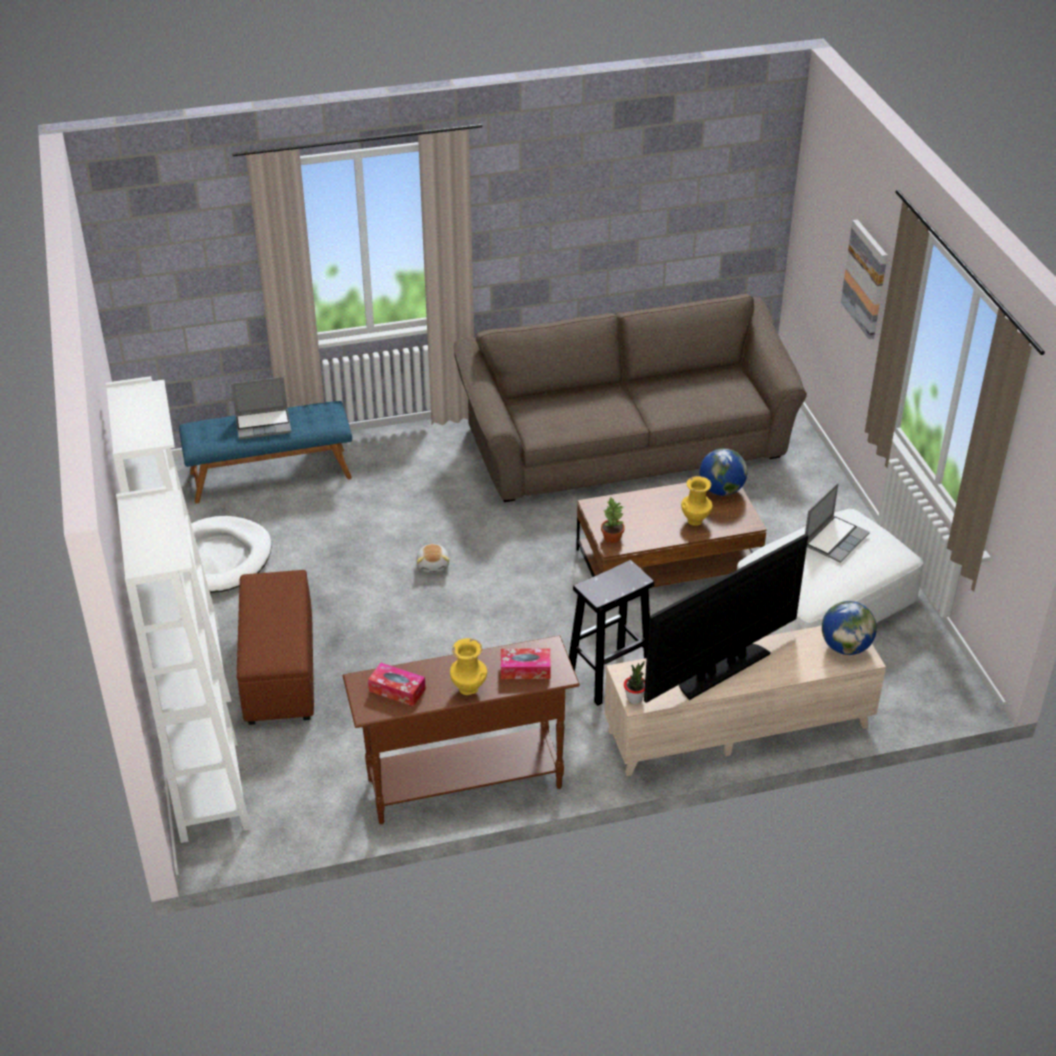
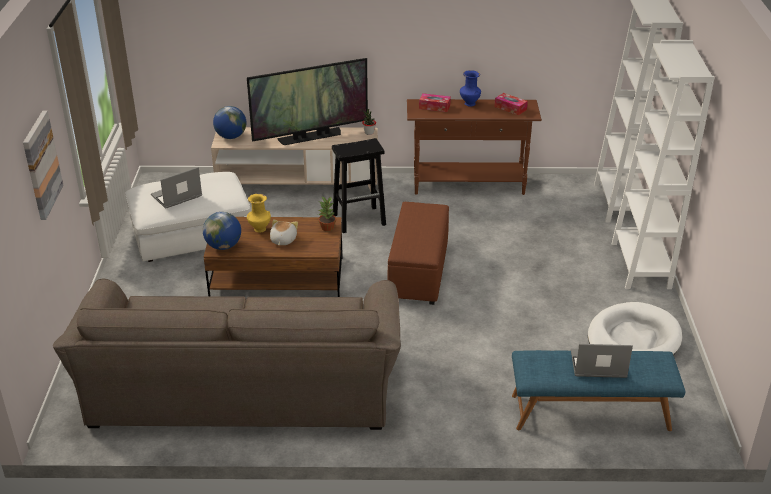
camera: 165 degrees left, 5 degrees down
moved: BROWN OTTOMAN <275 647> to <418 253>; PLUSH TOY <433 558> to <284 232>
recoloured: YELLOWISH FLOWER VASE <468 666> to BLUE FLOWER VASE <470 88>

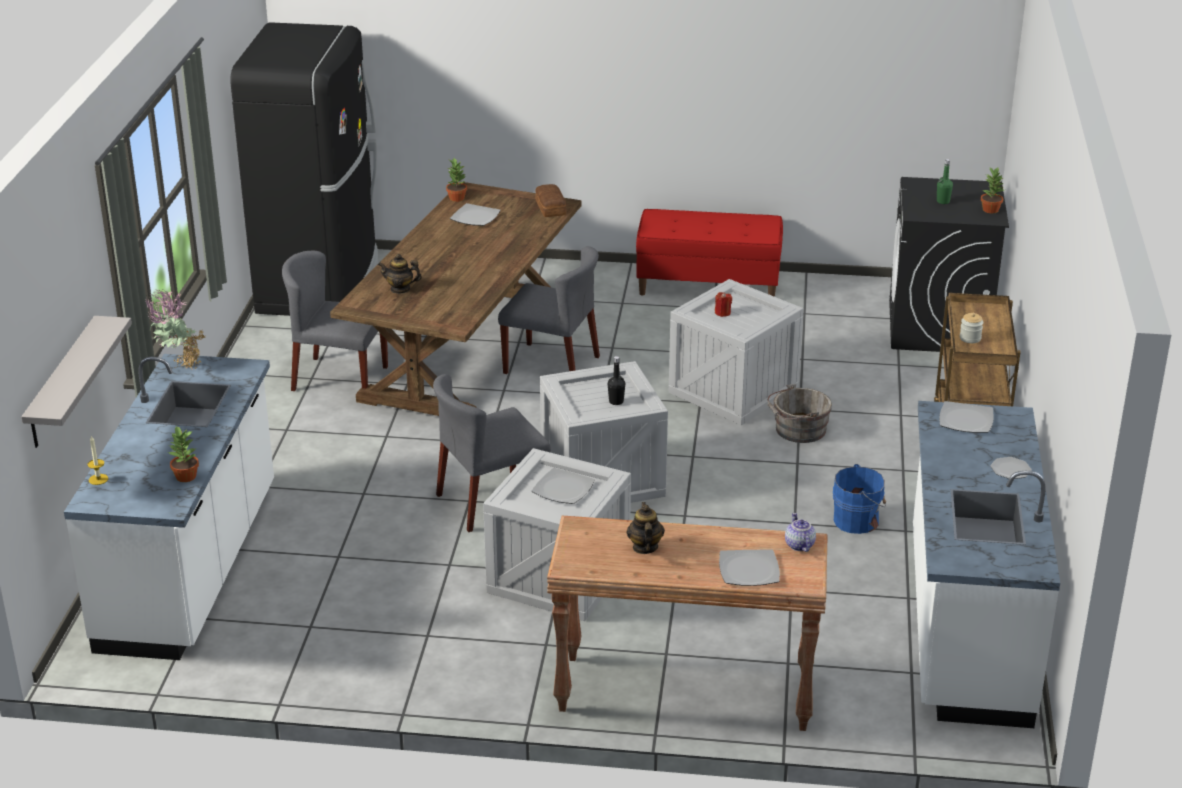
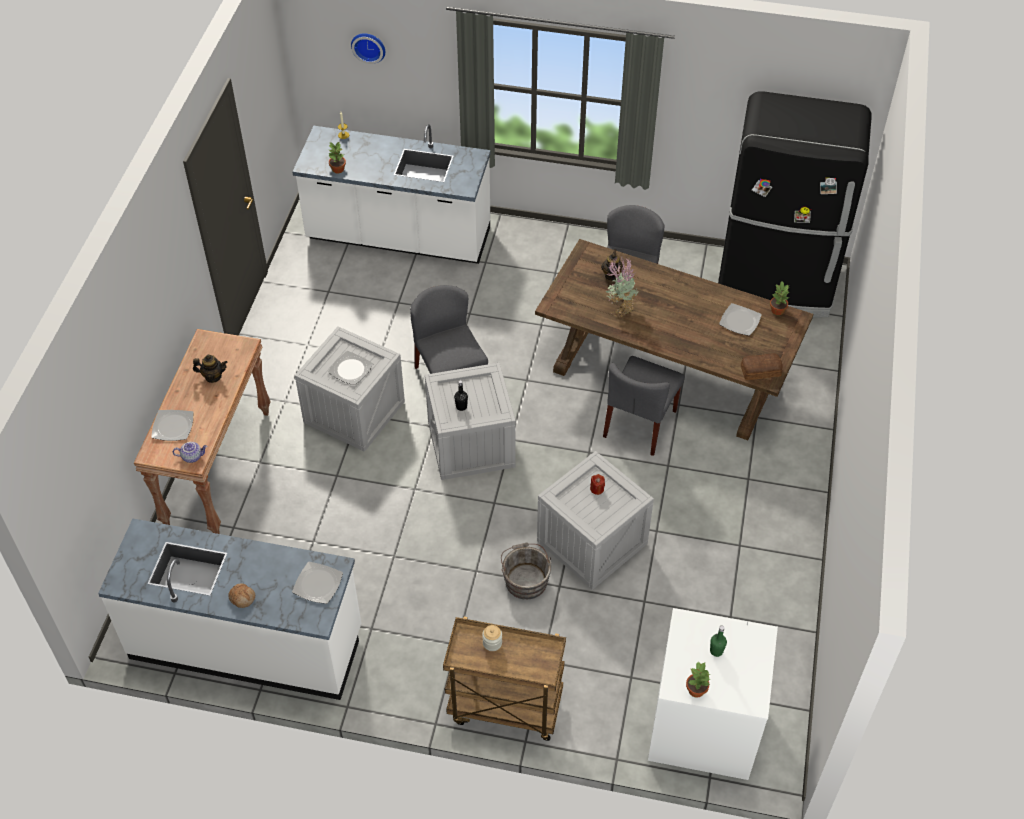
camera: 95 degrees right, 20 degrees up
removed: GRAY WALL SHELF <76 382>; RED-COLOURED LONG SEAT <709 253>; BLUE PAIL <859 499>
added: WALL CLOCK <368 48>
moved: PLANT IN A POT <175 329> to <622 287>
replaced: FLAT DISH <1011 468> to BAKERY BREAD <241 595>
recoloured: BLACK LAUNDRY MACHINE <949 264> to WHITISH LAUNDRY MACHINE <713 694>

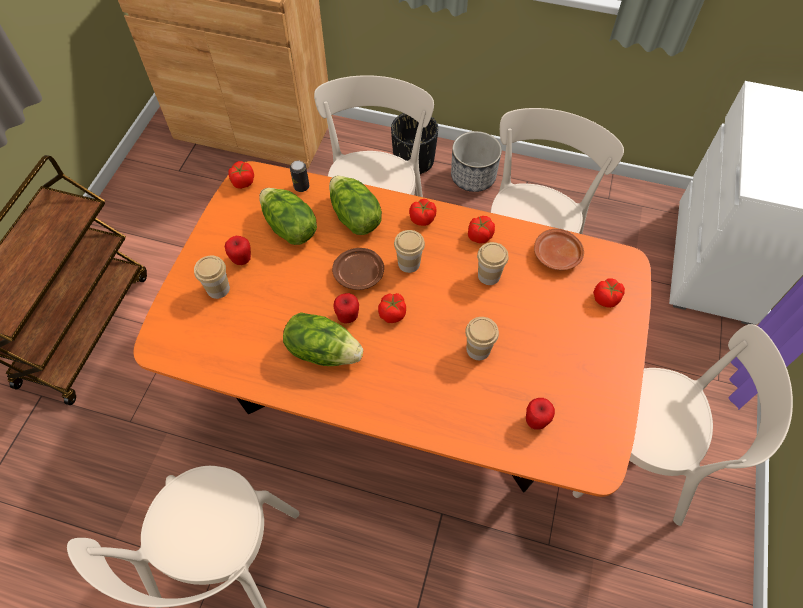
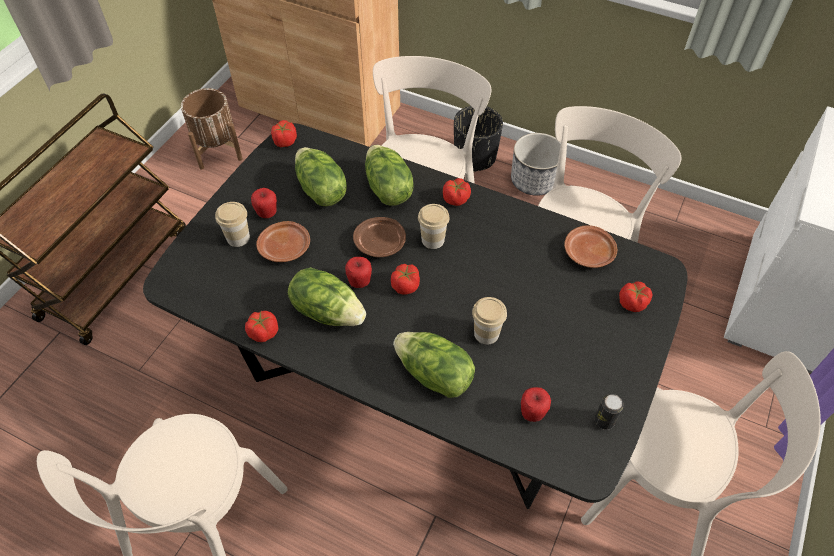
camera: 10 degrees right, 5 degrees down
removed: DRINKING CUP <493 263>
added: BROWN FLOWER POT <212 129>; BROWN FLAT DISH <283 241>; HEAD OF LETTUCE <434 365>
moved: SEALED CAN <299 176> to <609 412>; WHOLE TOMATO <481 229> to <261 326>
recoloured: ORANGEY DINNER TABLE <392 329> to BLACK DINNER TABLE <415 316>

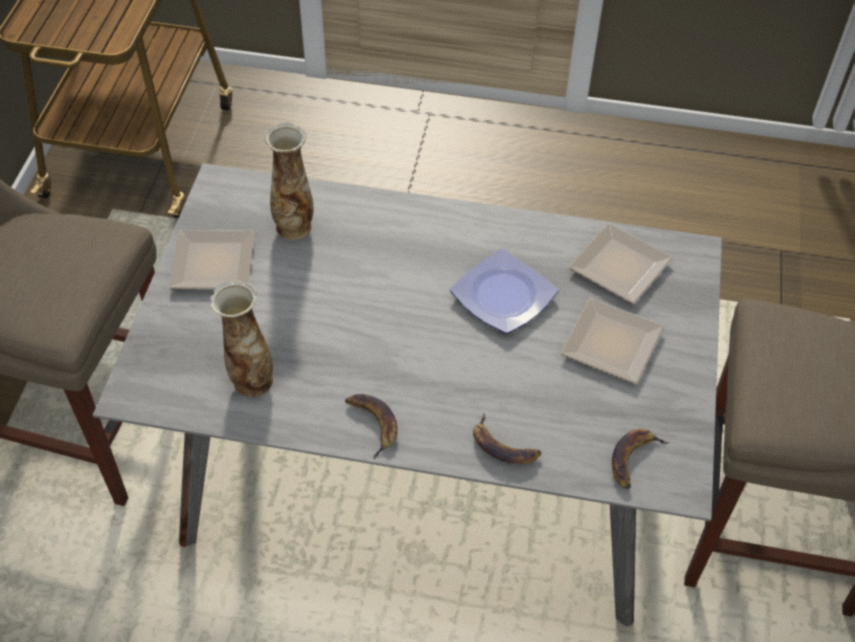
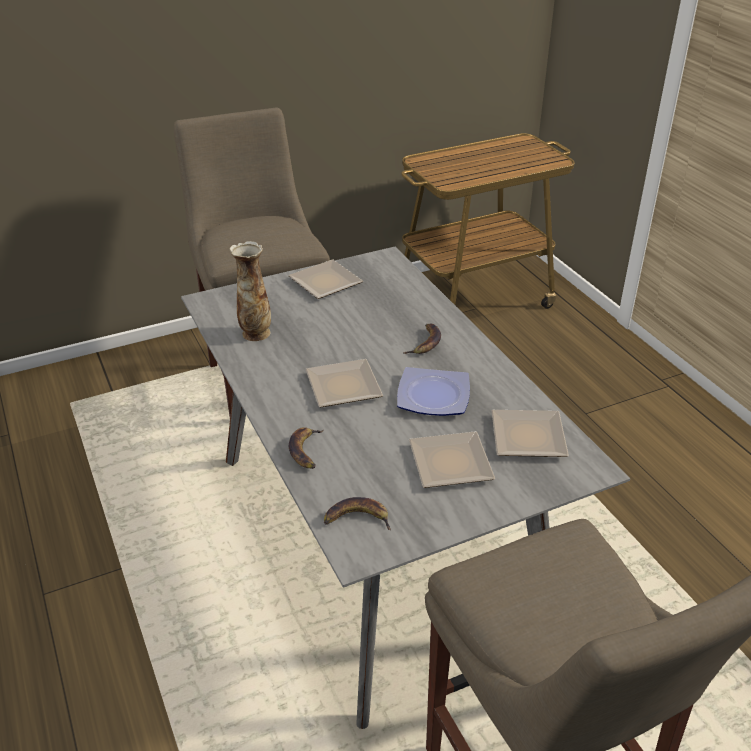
camera: 55 degrees right, 15 degrees down
removed: FLOWER VASE <288 181>
added: FLAT DISH <344 383>
moved: BANANA FRUIT <371 426> to <422 338>

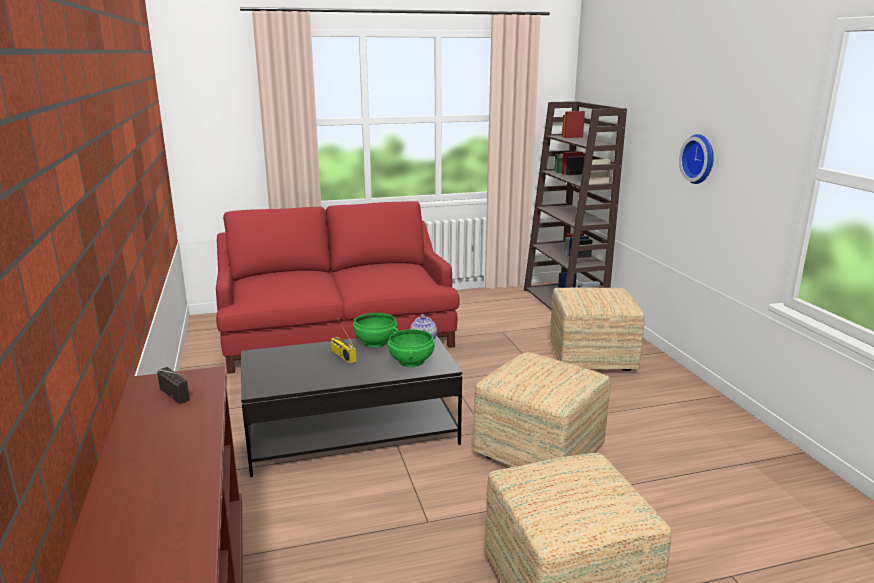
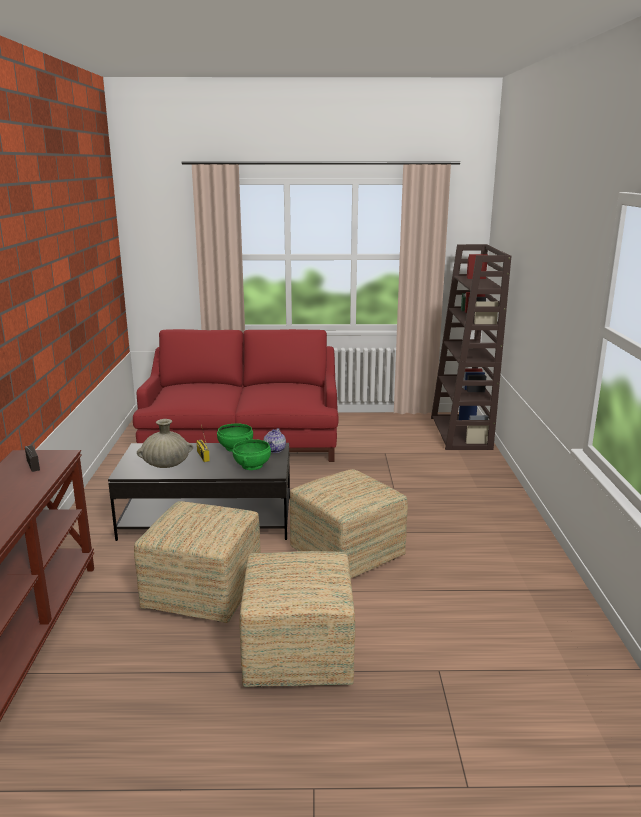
camera: 15 degrees right, 0 degrees up
removed: WALL CLOCK <696 159>
added: SAND-COLOURED FLOWER VASE <165 443>
moved: OTTOMAN <597 329> to <197 562>

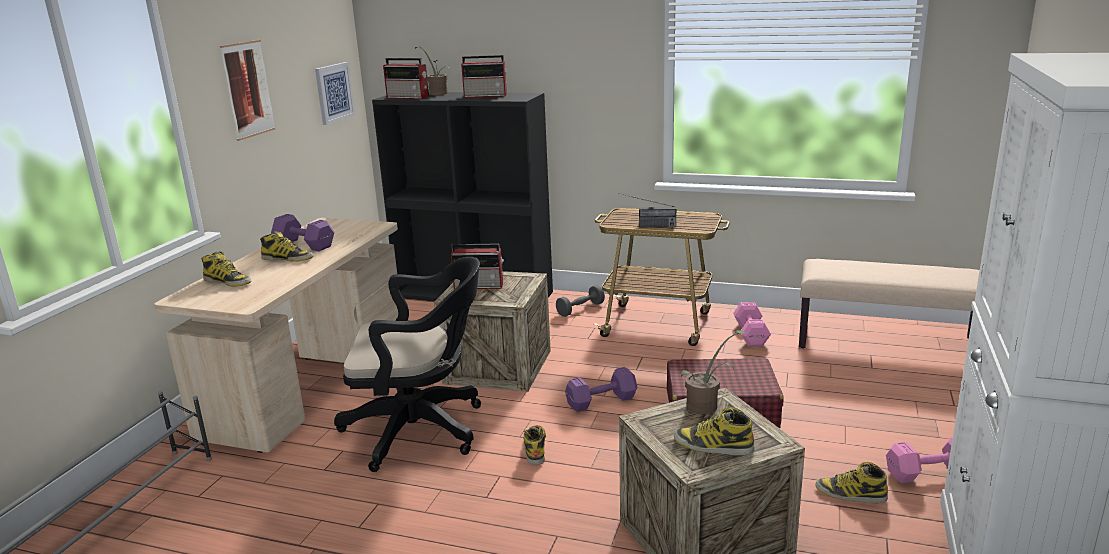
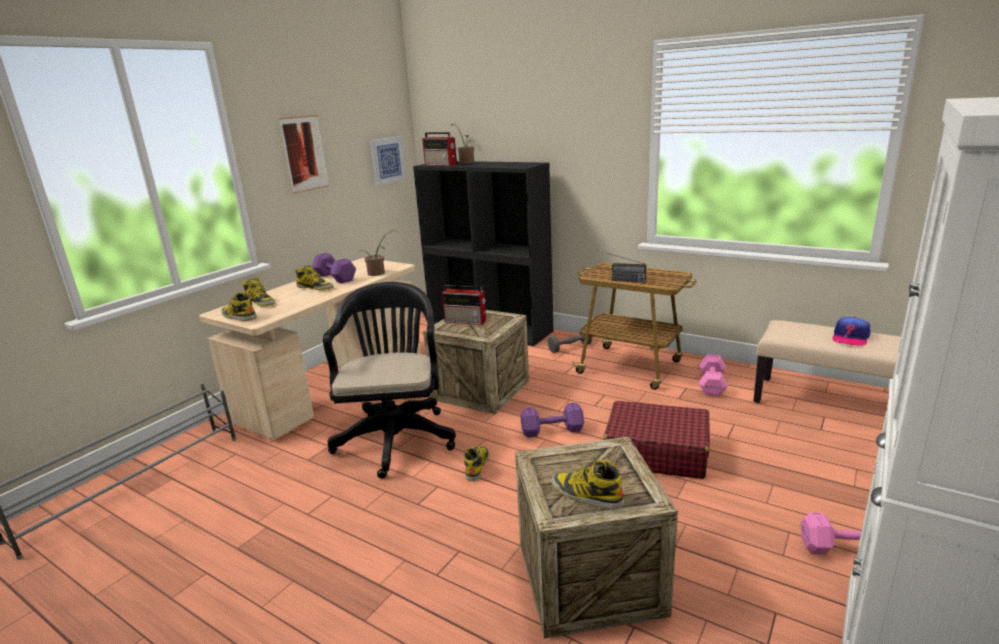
camera: 15 degrees right, 0 degrees up
removed: RADIO <484 76>
added: BASEBALL CAP <851 331>
moved: PLANT IN A POT <714 372> to <378 253>; TALL BOOT <851 482> to <239 306>
turned: BLACK COMPUTER CHAIR <407 364> = <389 380> 105 degrees counterclockwise

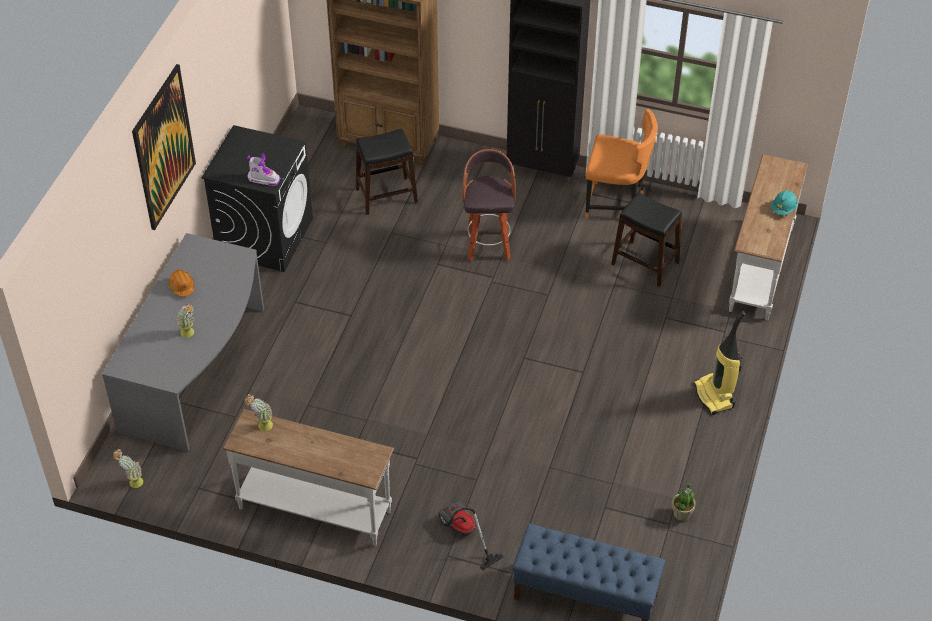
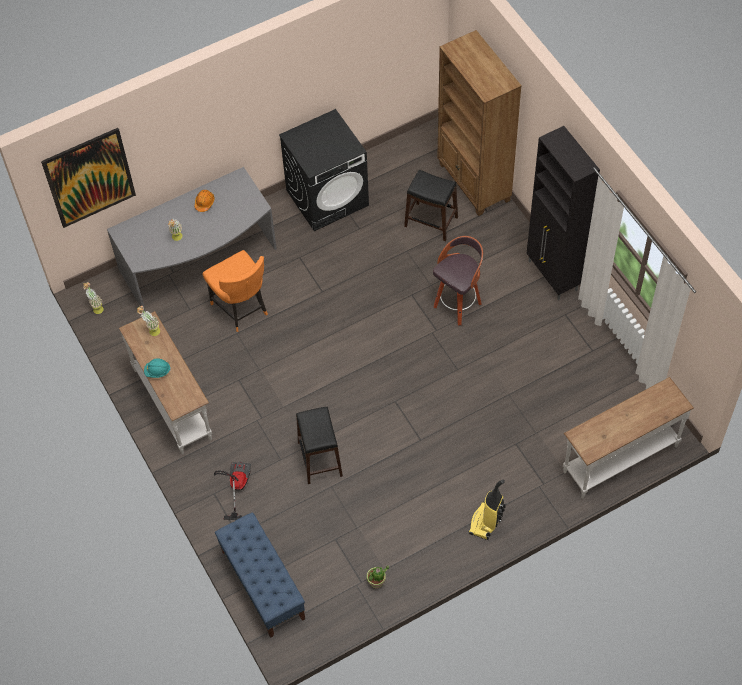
camera: 45 degrees right, 10 degrees up
removed: TALL BOOT <263 169>
moved: WALL PICTURE <164 147> to <88 178>; ORANGEY PLAIN CHAIR <621 164> to <235 291>; BLACK STOOL SEAT <646 240> to <319 445>; TURQUOISE-COLOURED SAFETY HELMET <784 202> to <157 368>

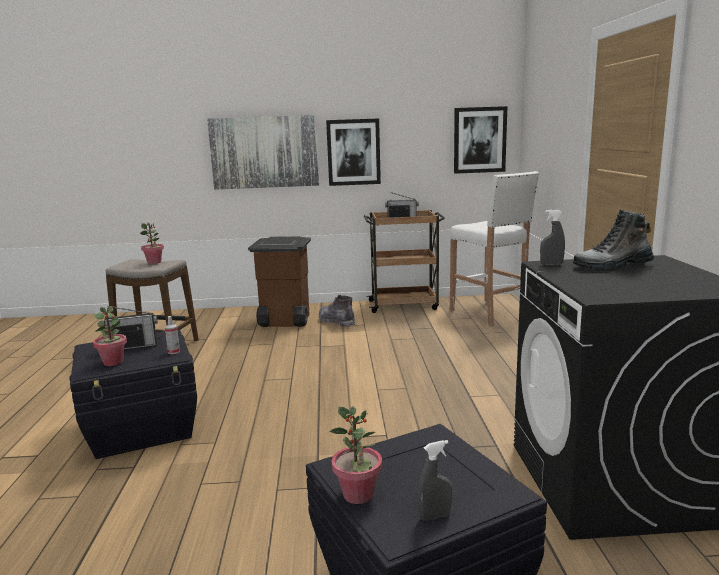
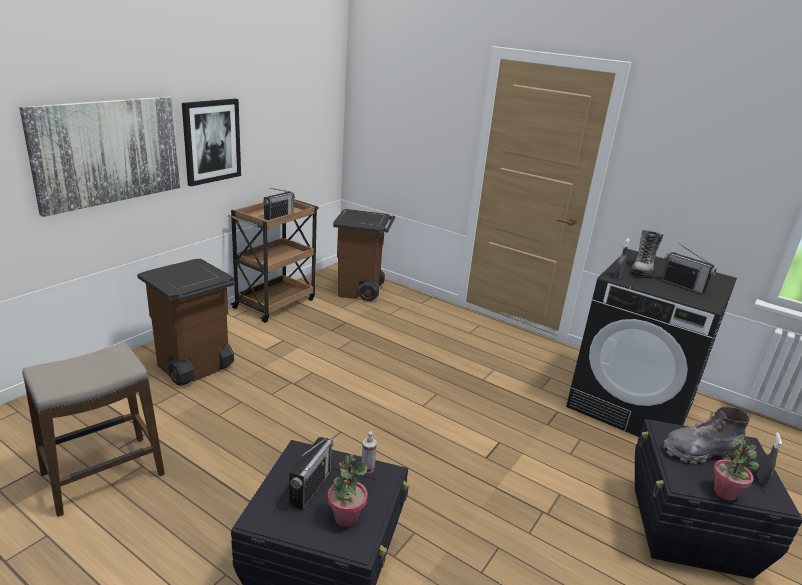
camera: 55 degrees left, 10 degrees up
removed: PLANT IN A POT <152 243>; WALL PICTURE <480 140>
added: RADIO <688 268>
moved: GRAY TALL BOOT <337 311> to <706 435>
replaced: WHITISH STOOL SEAT <494 248> to BROWN TRASH CAN <364 255>

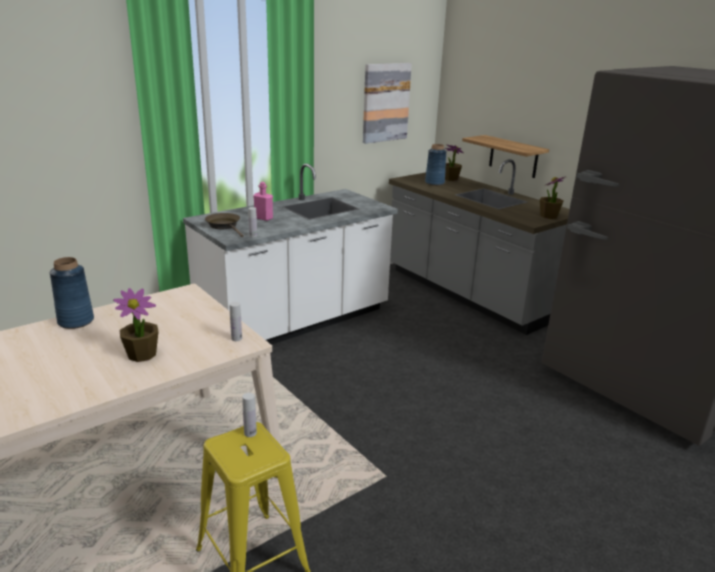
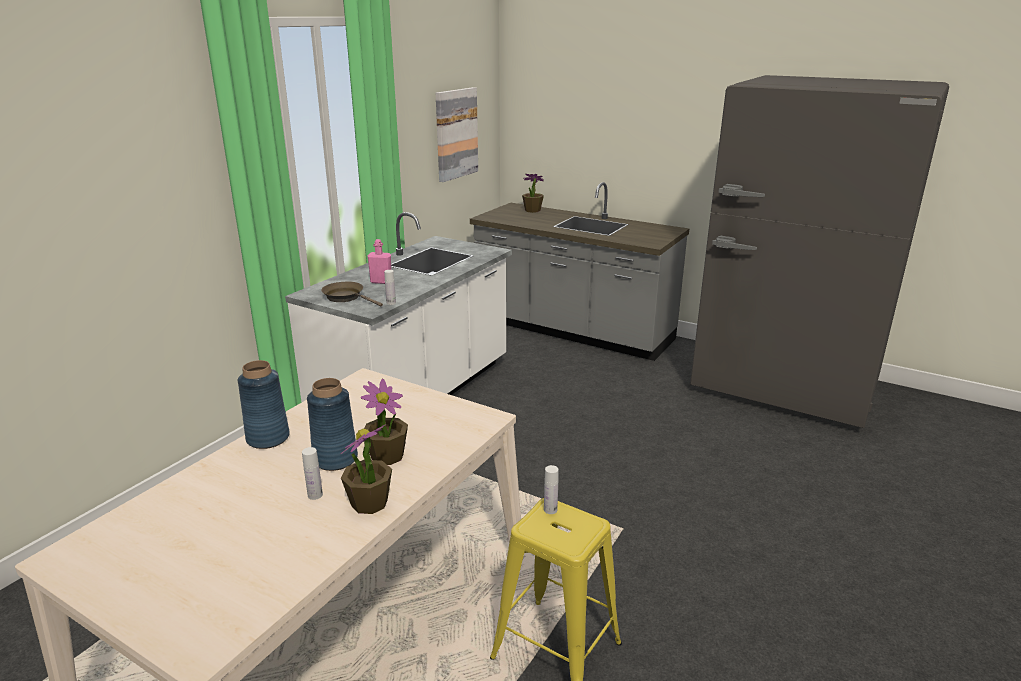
camera: 20 degrees left, 0 degrees up
removed: WALL SHELF <505 156>
moved: WHITISH DRINK BOTTLE <235 321> to <312 473>; BLUE FLOWER VASE <436 165> to <332 424>; PLANT IN A POT <553 197> to <366 469>

